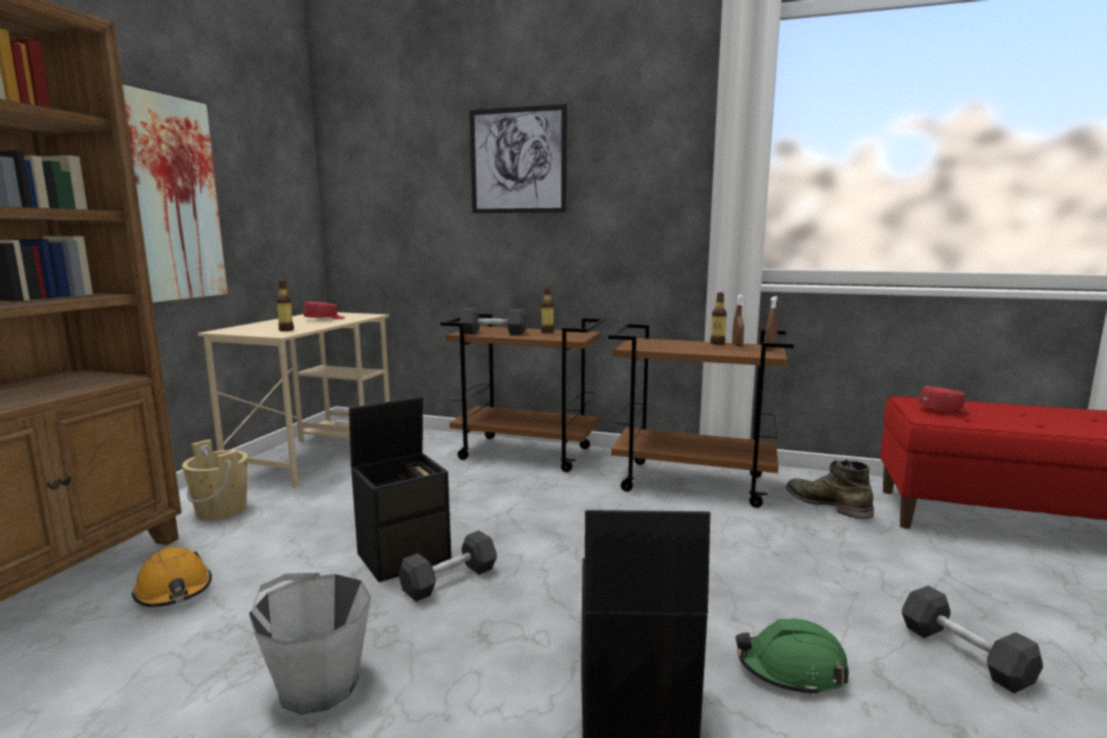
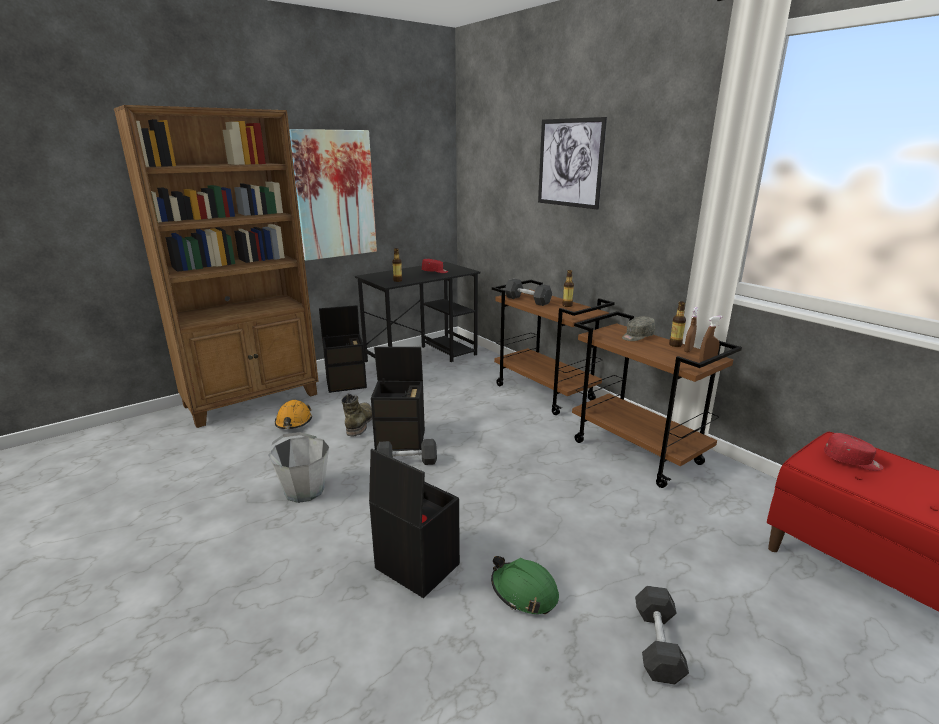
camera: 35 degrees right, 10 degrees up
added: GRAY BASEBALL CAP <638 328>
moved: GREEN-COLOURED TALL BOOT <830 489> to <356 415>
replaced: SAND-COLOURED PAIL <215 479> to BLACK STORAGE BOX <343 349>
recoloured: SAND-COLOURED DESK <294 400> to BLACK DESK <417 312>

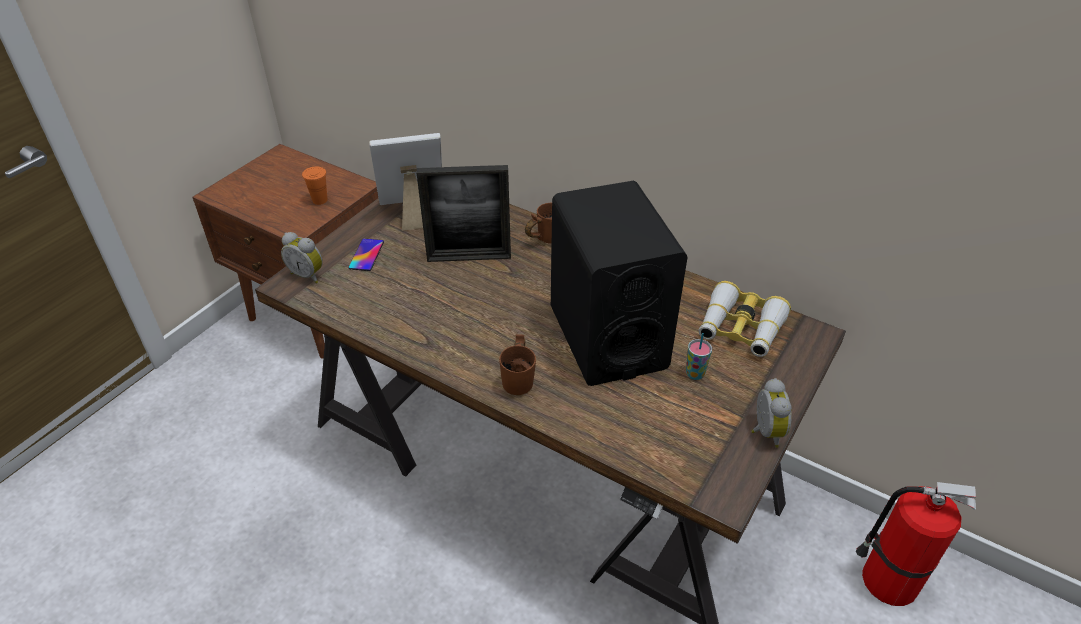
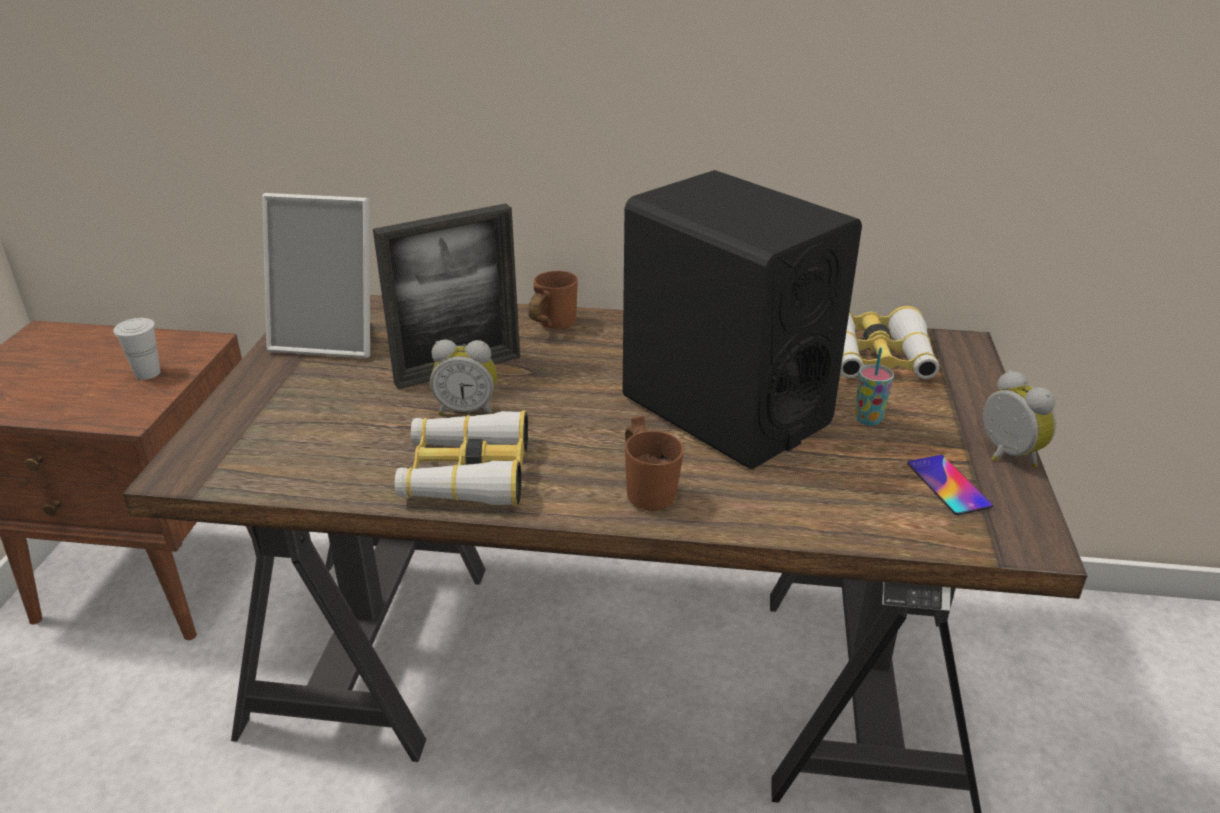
camera: 25 degrees left, 10 degrees down
removed: FIRE EXTINGUISHER <916 544>
added: BINOCULARS <461 458>
moved: TABLE CLOCK <302 257> to <463 377>; TELEPHONE <366 255> to <950 485>
recoloured: ORANGEY DRINKING CUP <315 186> to WHITISH DRINKING CUP <136 349>
turned: STANDING FRAME <405 182> = <316 275> 135 degrees counterclockwise

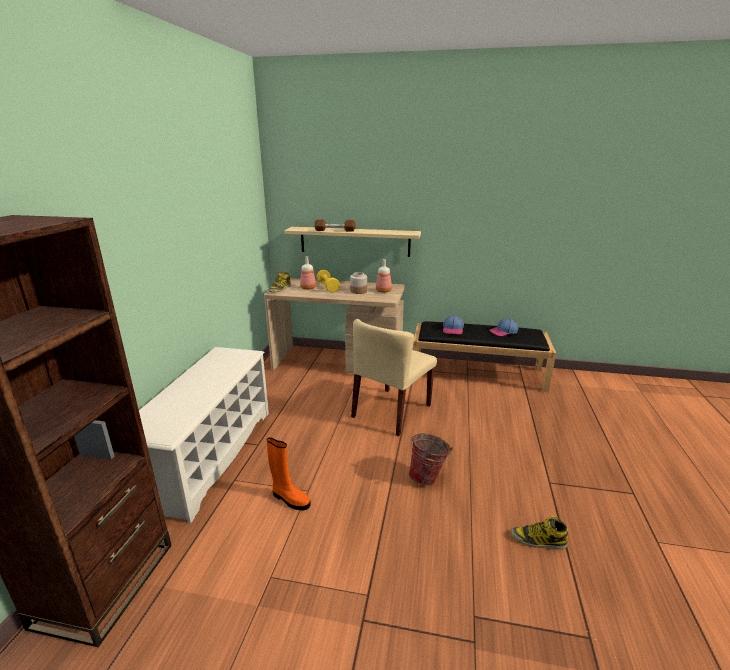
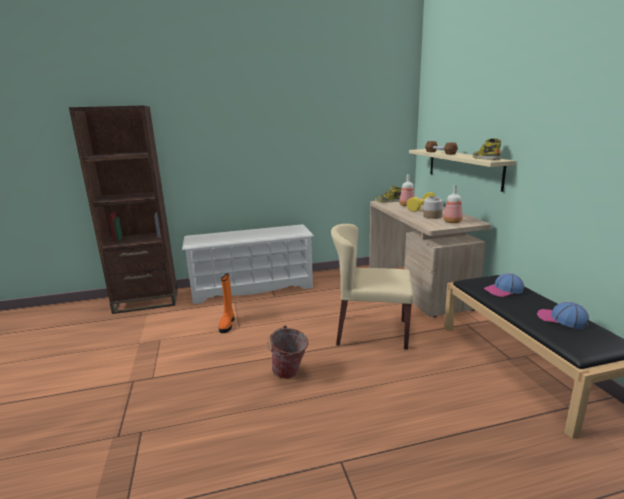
camera: 65 degrees right, 5 degrees down
moved: TALL BOOT <539 533> to <486 149>

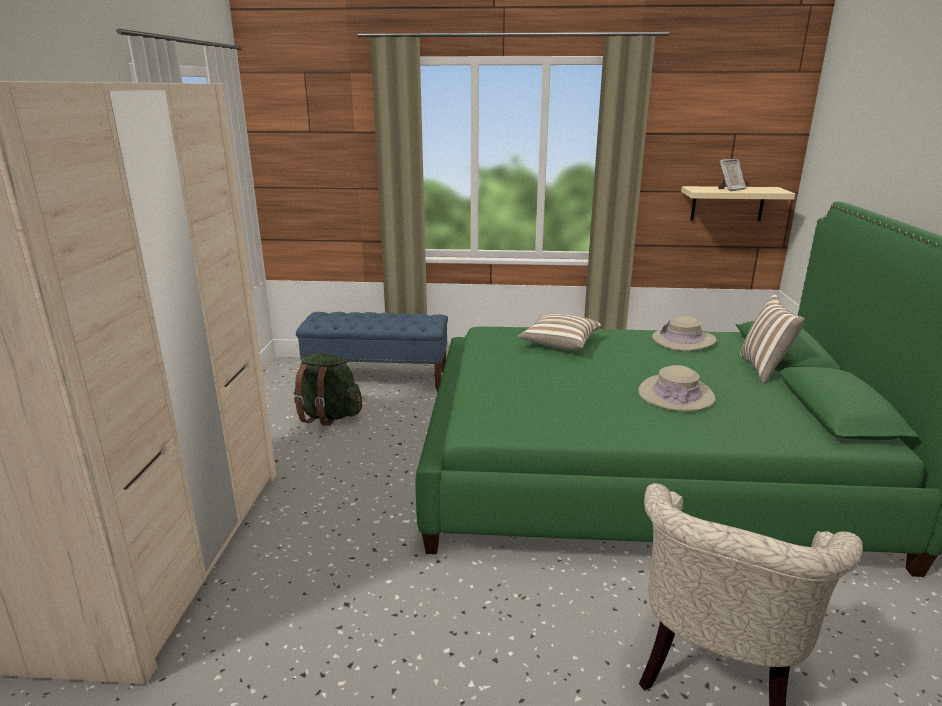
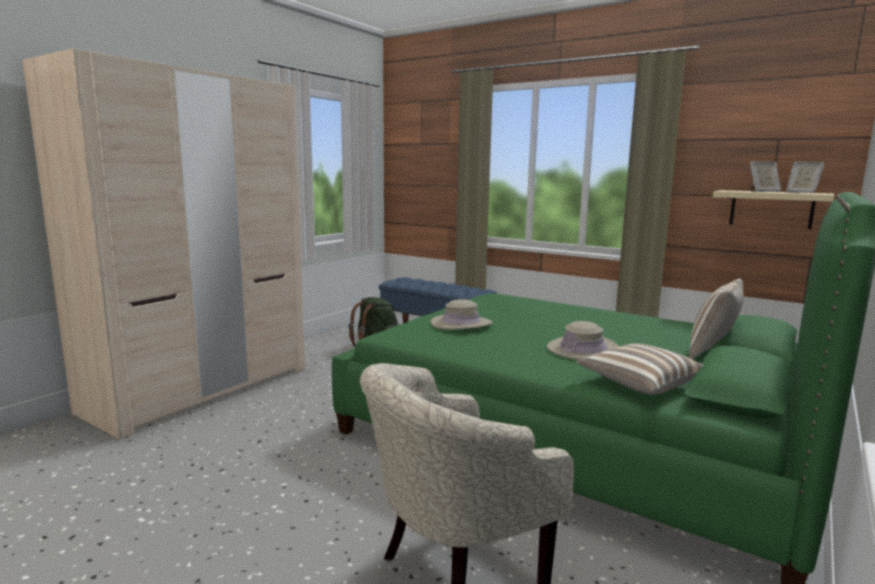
camera: 30 degrees right, 10 degrees down
added: STANDING FRAME <805 177>
moved: CUSHION <559 332> to <640 369>; SAND-COLOURED CLOTHING HAT <684 333> to <461 314>

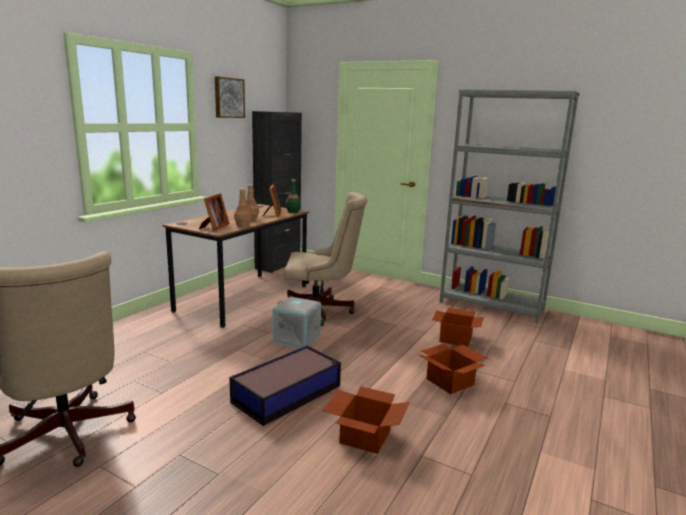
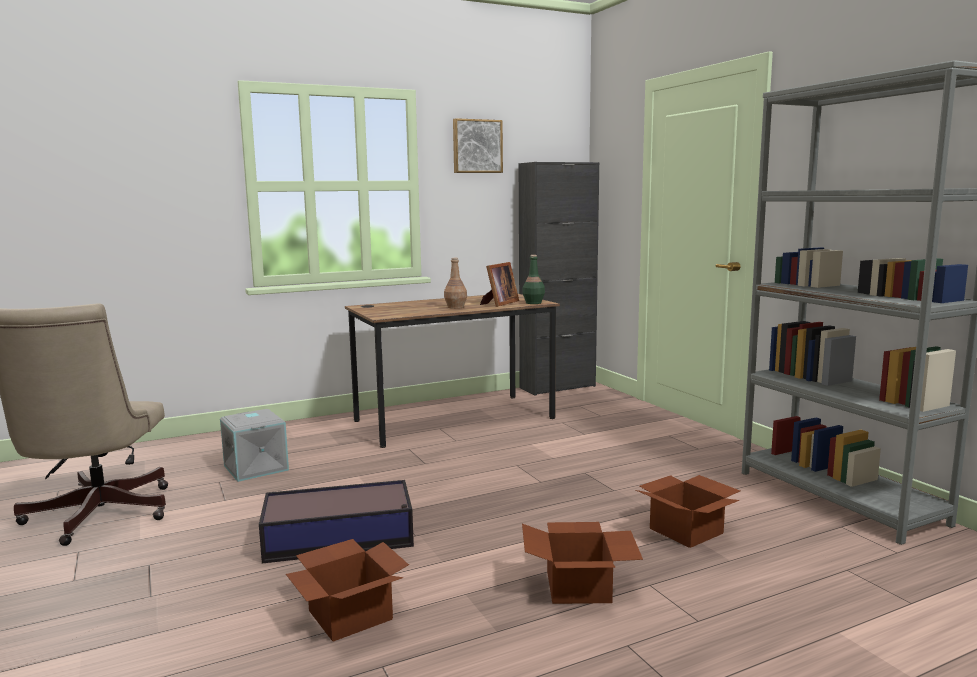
camera: 35 degrees right, 5 degrees down
removed: STANDING FRAME <214 212>; BROWN DRINK BOTTLE <243 207>; SAND-COLOURED COMPUTER CHAIR <325 259>
moved: GRAY STORAGE BOX <297 322> to <254 445>

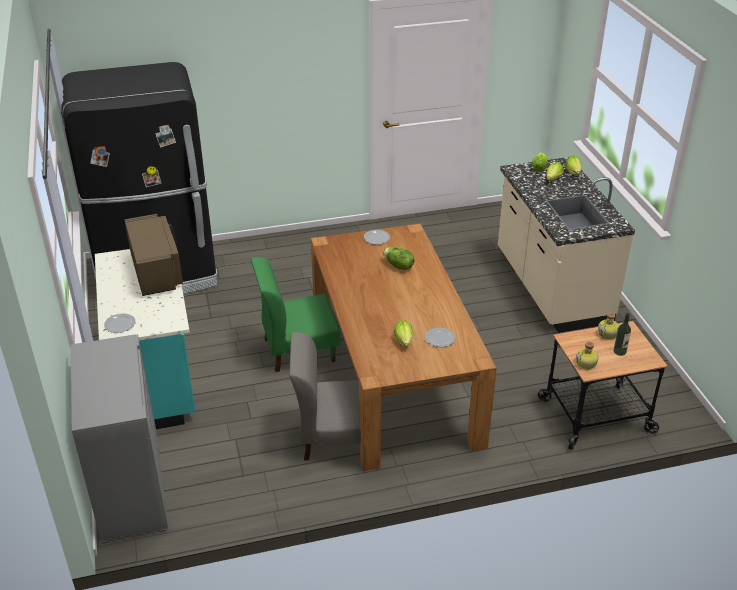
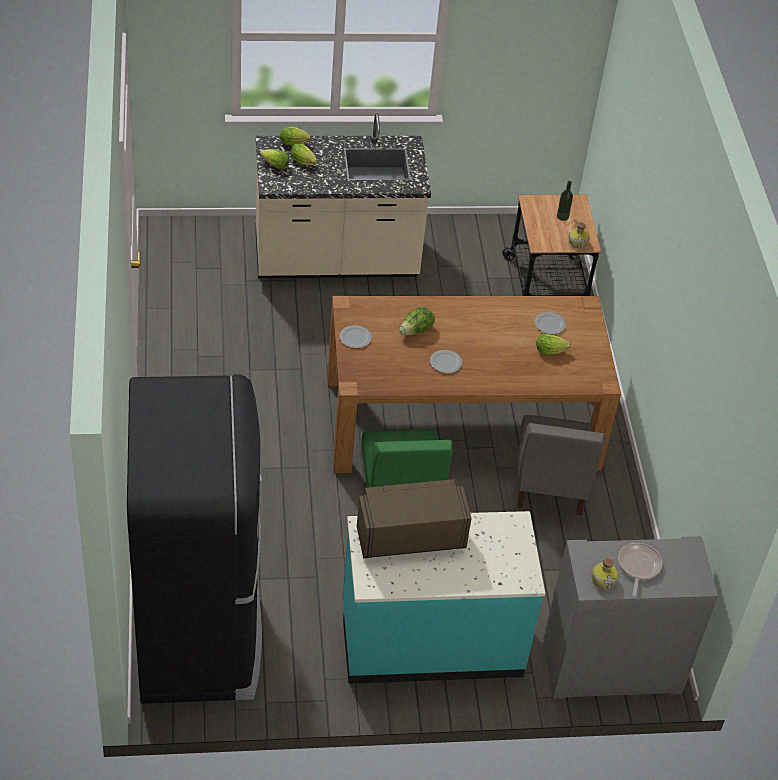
camera: 85 degrees left, 10 degrees up
added: SKILLET <640 570>
moved: FLAT DISH <120 323> to <446 361>; DRINK BOTTLE <608 326> to <605 574>

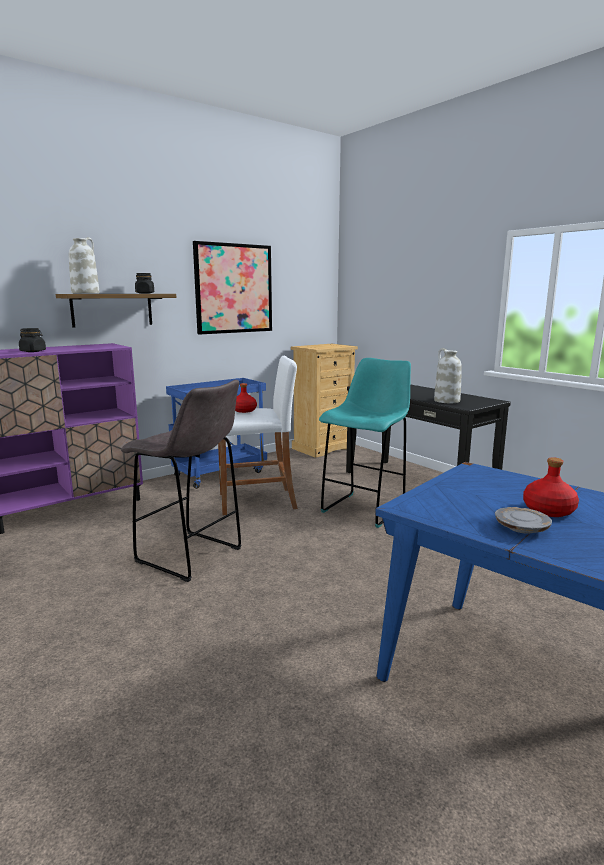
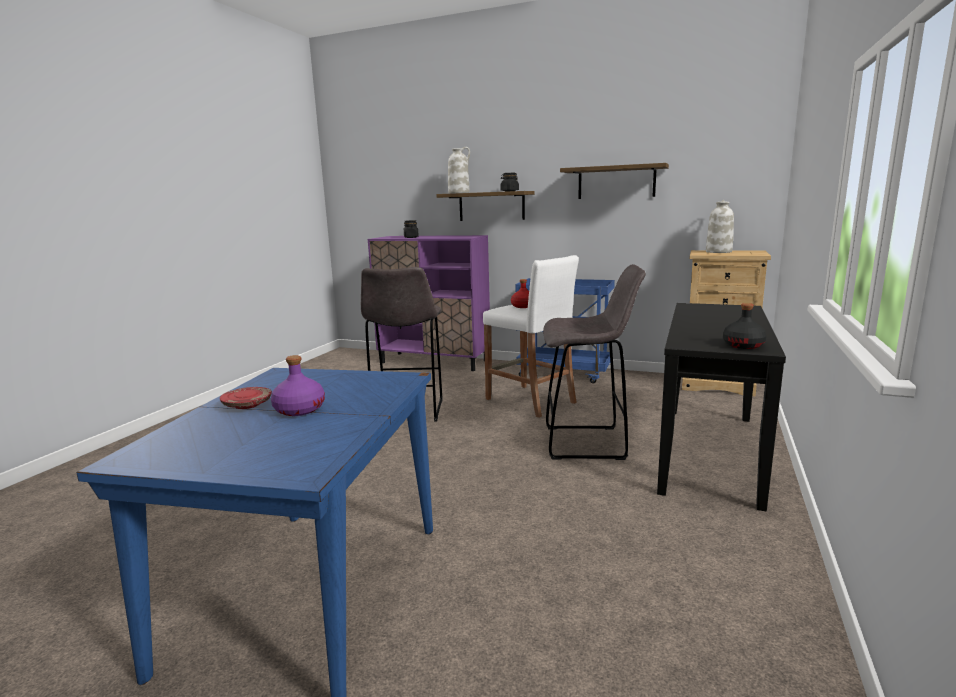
camera: 60 degrees right, 0 degrees up
added: BLACK DRINK BOTTLE <745 326>
moved: WHITISH FLOWER VASE <448 375> to <720 226>
replaced: WALL PICTURE <232 288> to WALL SHELF <614 181>
recoloured: TURQUOISE-COLOURED STOOL SEAT <365 443> to GRAY STOOL SEAT <594 362>; GRAY FLAT DISH <523 520> to RED-COLOURED FLAT DISH <246 398>; RED-COLOURED DRINK BOTTLE <551 487> to PURPLE-COLOURED DRINK BOTTLE <298 385>

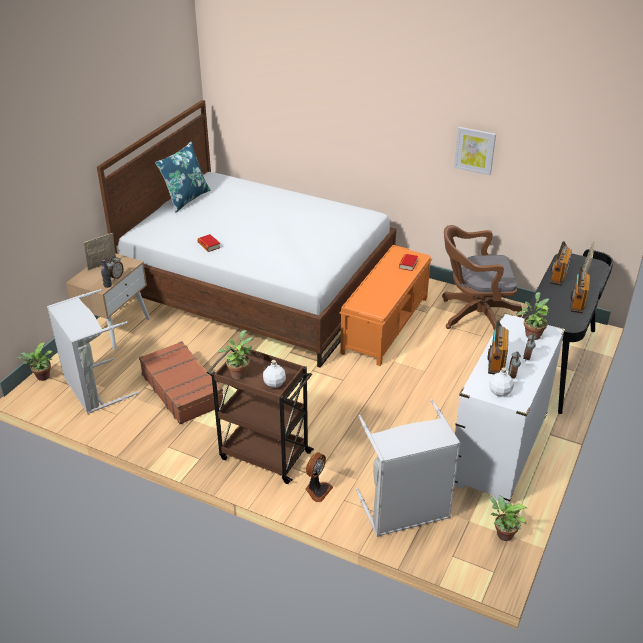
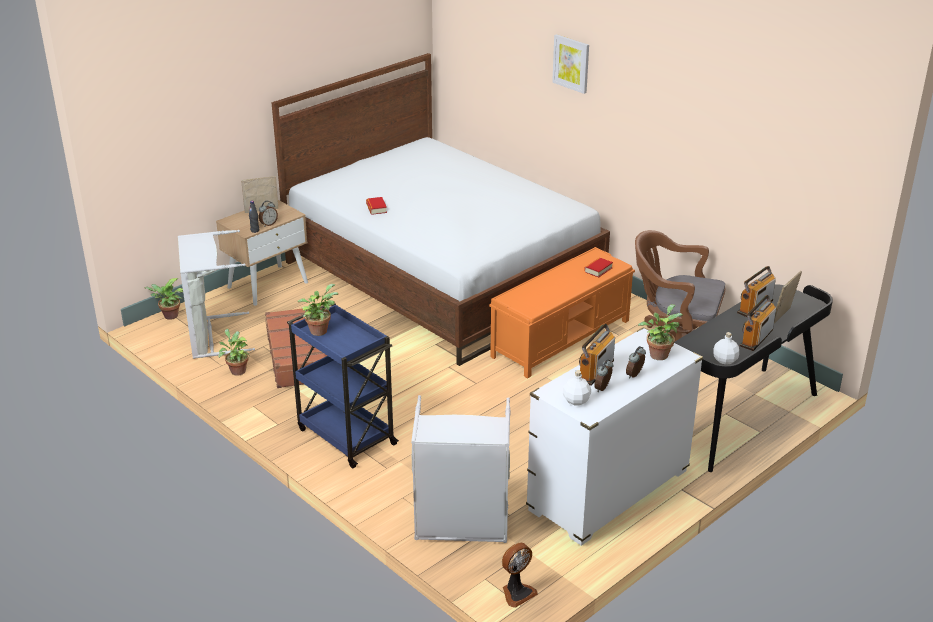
camera: 20 degrees right, 5 degrees down
removed: BLUE CUSHION <182 177>
moved: WHITISH DRINK BOTTLE <274 374> to <726 348>; COOLING FAN <319 477> to <520 575>; WALL PICTURE <475 151> to <570 64>; PLANT IN A POT <508 518> to <234 352>
recoloured: BROWN CART <260 415> to BLUE CART <343 386>

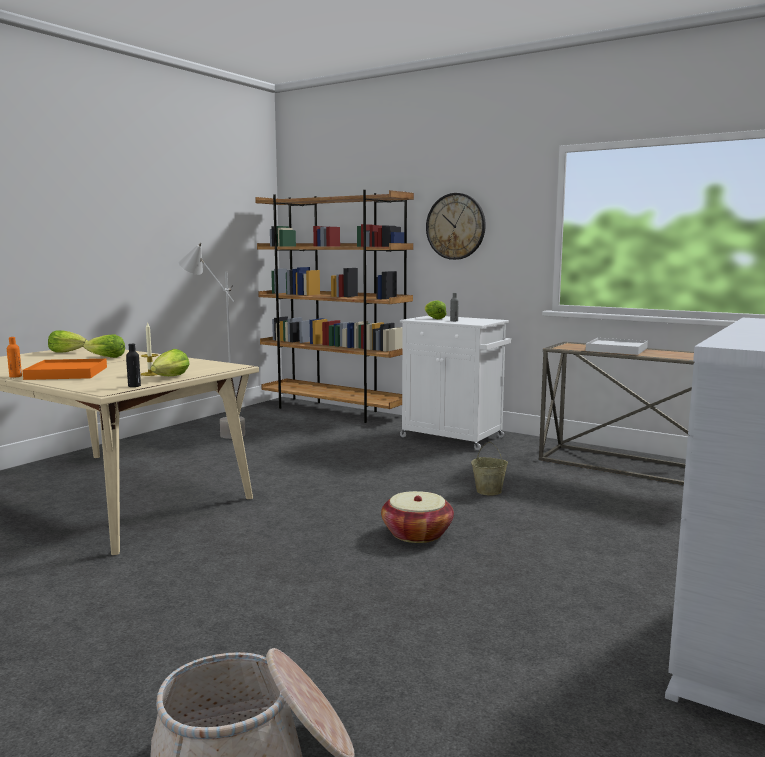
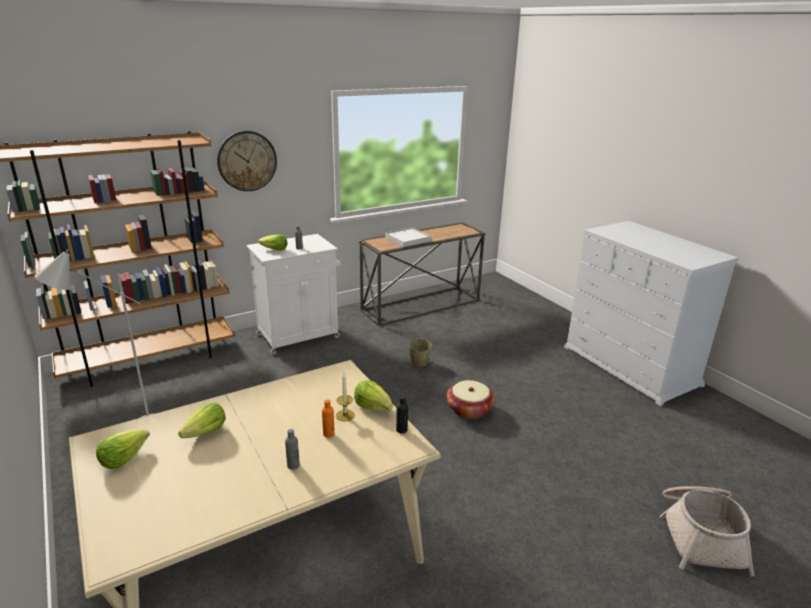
camera: 65 degrees left, 15 degrees up
moved: ORANGEY DRINK BOTTLE <14 357> to <328 418>
replaced: ORANGEY TRAY <64 369> to GRAY DRINK BOTTLE <292 449>

